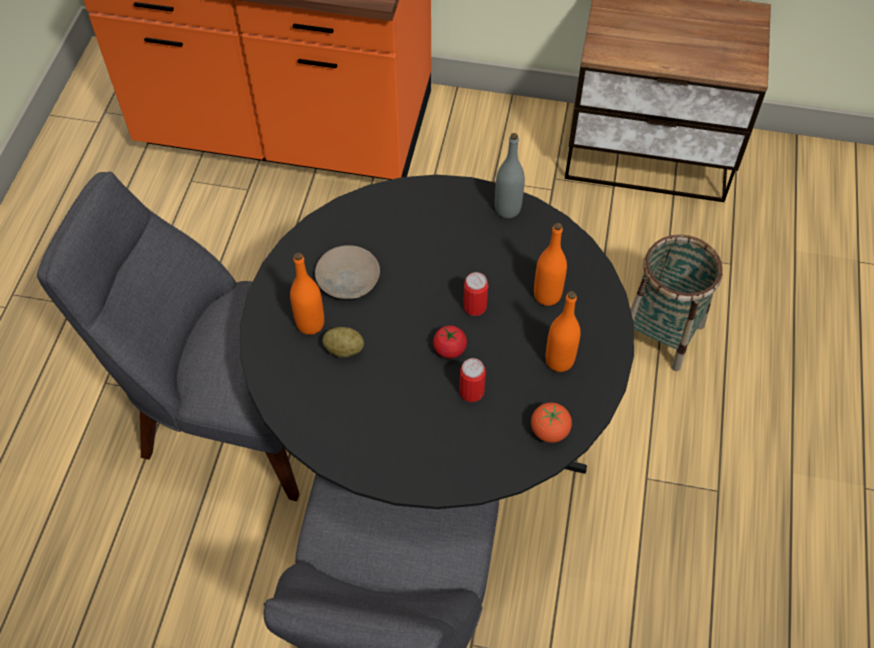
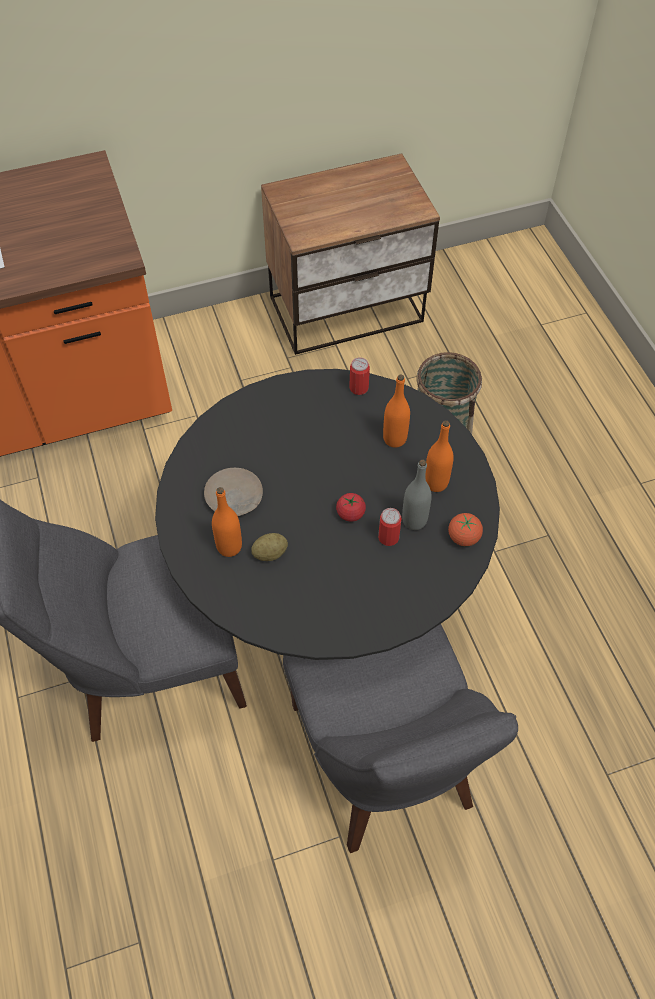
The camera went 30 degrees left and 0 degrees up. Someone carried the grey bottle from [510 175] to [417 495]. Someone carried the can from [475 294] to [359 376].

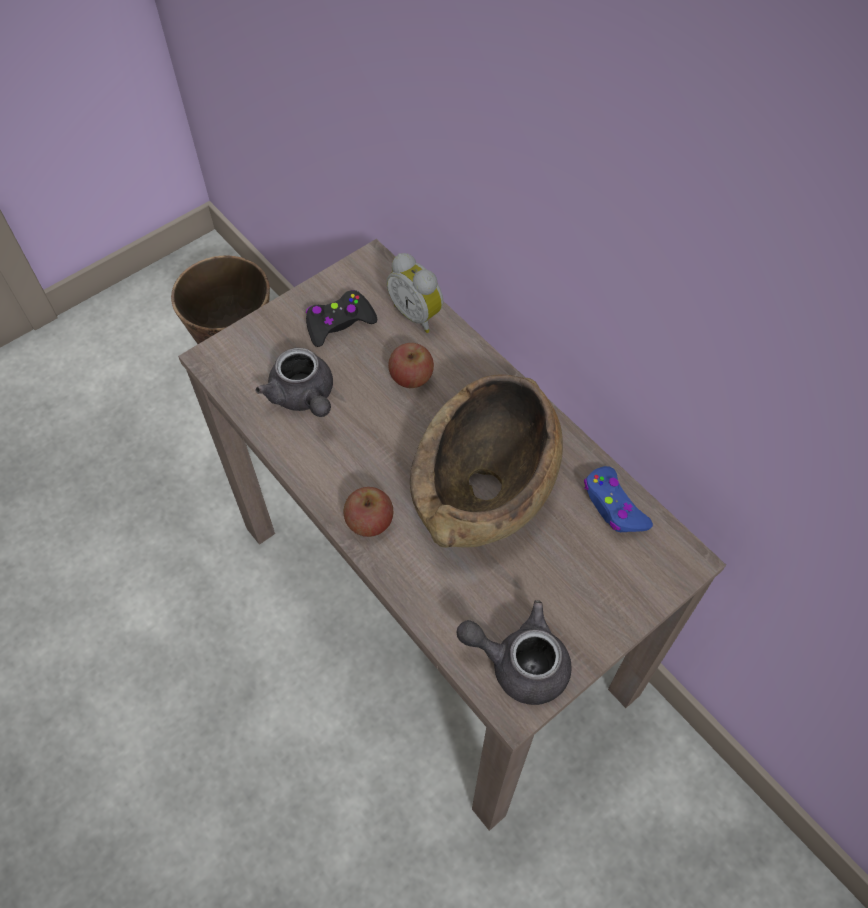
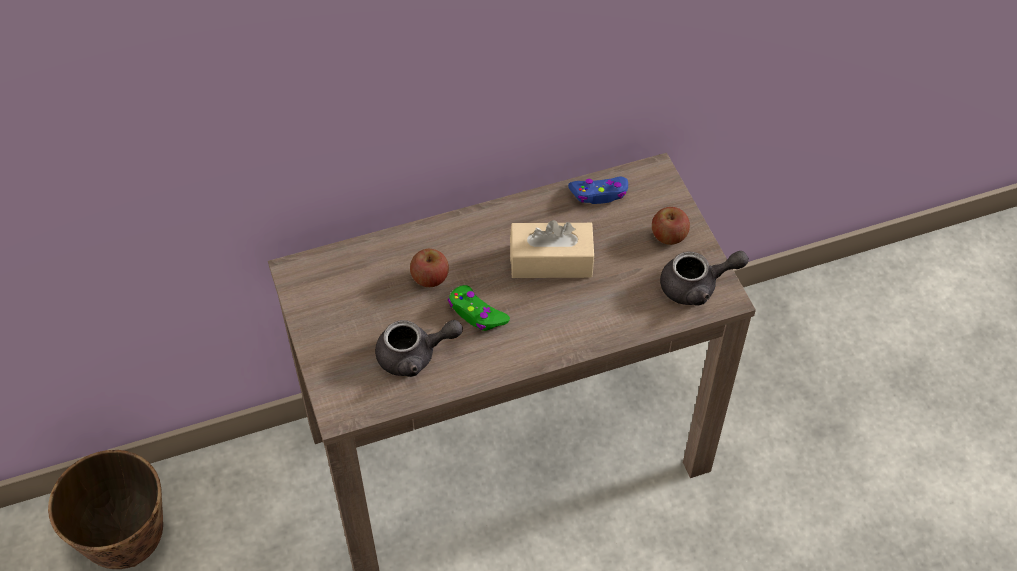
The camera went 70 degrees left and 5 degrees down. Someone took away the alarm clock at [414 293]. Someone took away the black game controller at [341 318]. Someone swapped the brown bowl at [486 461] for the beige tissue box at [552 249]. Someone carried the apple from [369 512] to [671 226]. Someone rotated the grey teapot at [514 652] by 135 degrees counterclockwise. Someone put down the green game controller at [479 308].

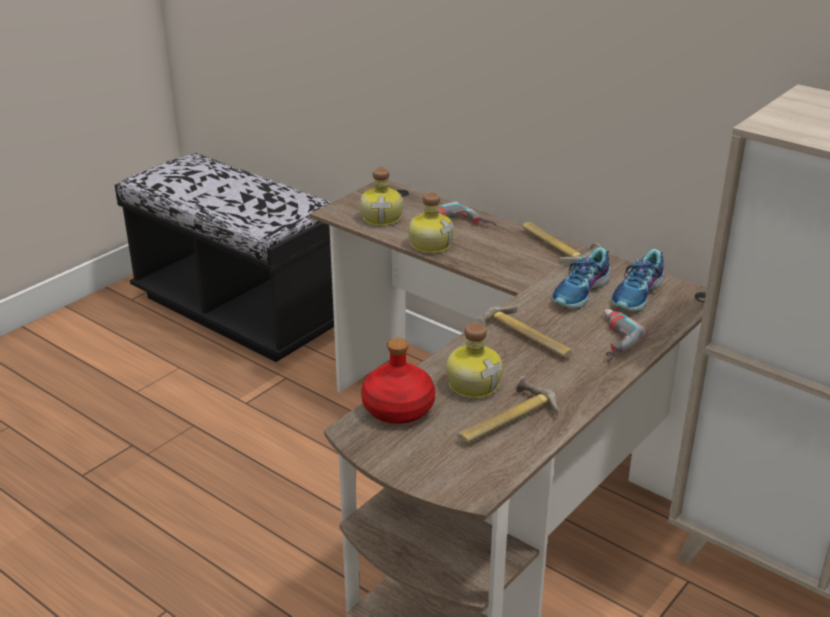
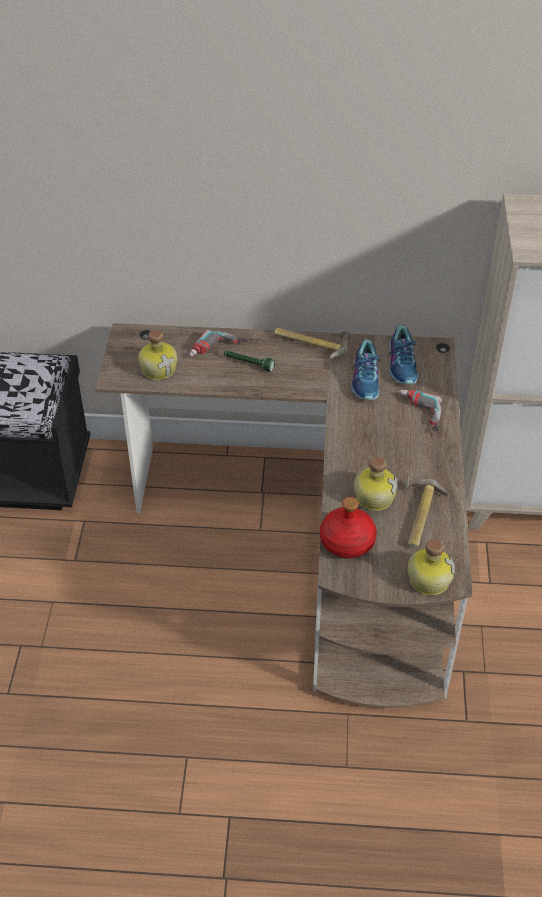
The camera went 35 degrees left and 15 degrees up. Someone carried the bottle from [431 222] to [431 567]. Someone took away the hammer at [522 332]. Someone put down the green flashlight at [249 361].

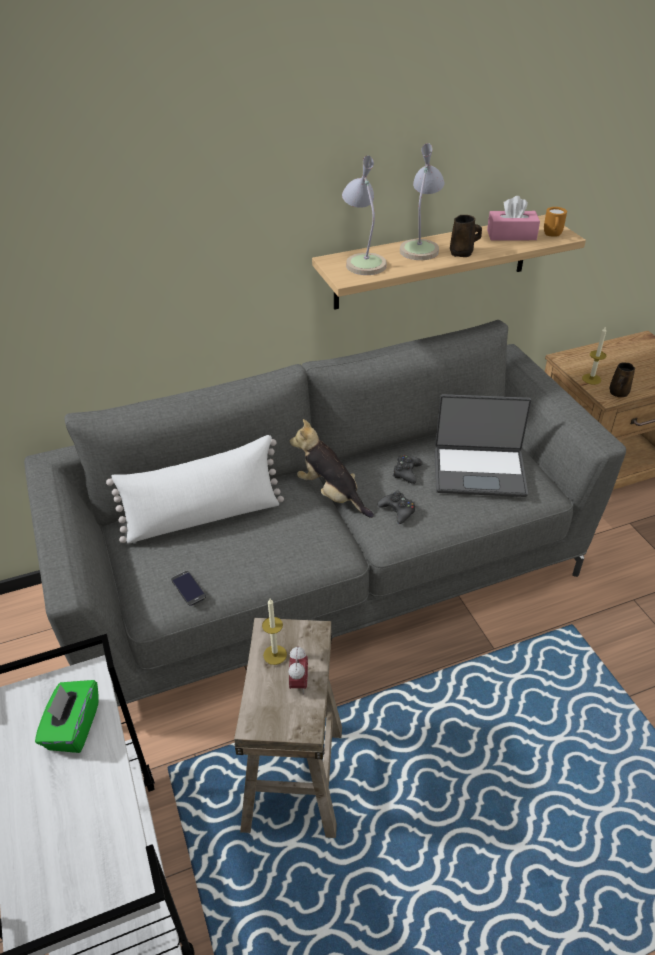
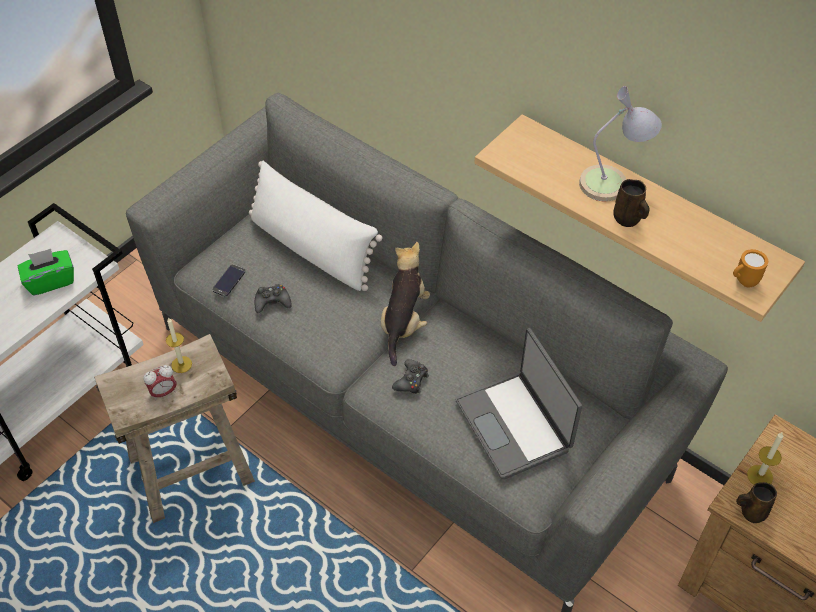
The camera went 60 degrees right and 10 degrees up. Someone took away the table lamp at [364 215]. Someone took away the pink tissue box at [513 218]. Someone carried the black game controller from [407 469] to [273 298].

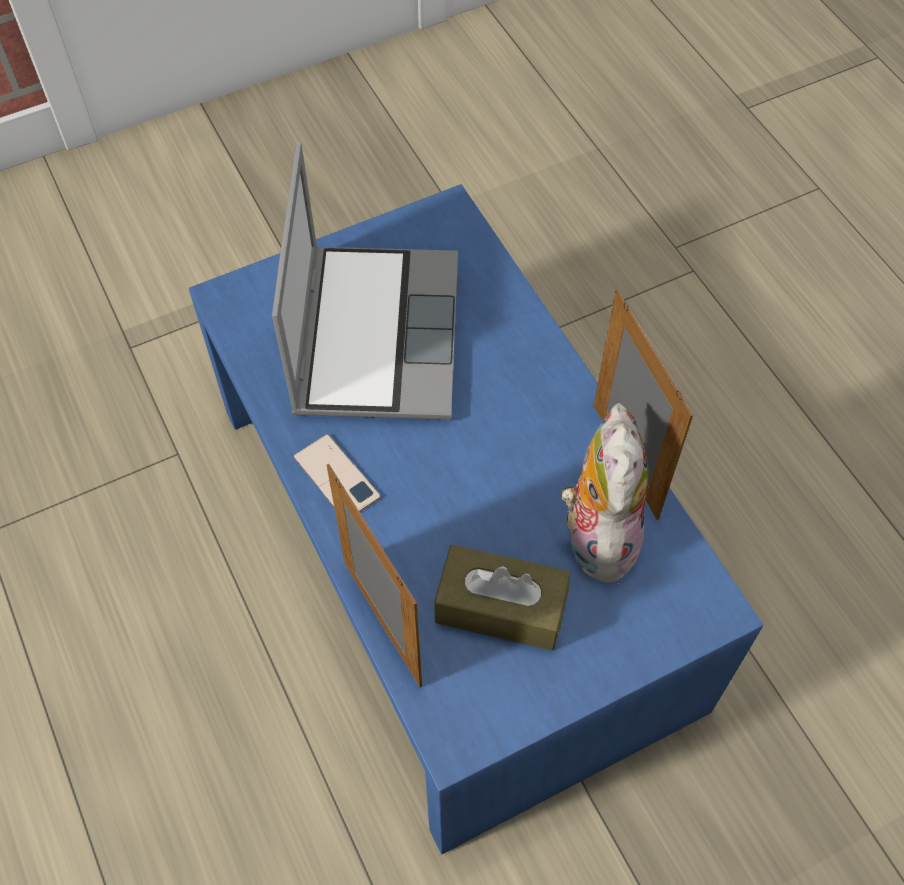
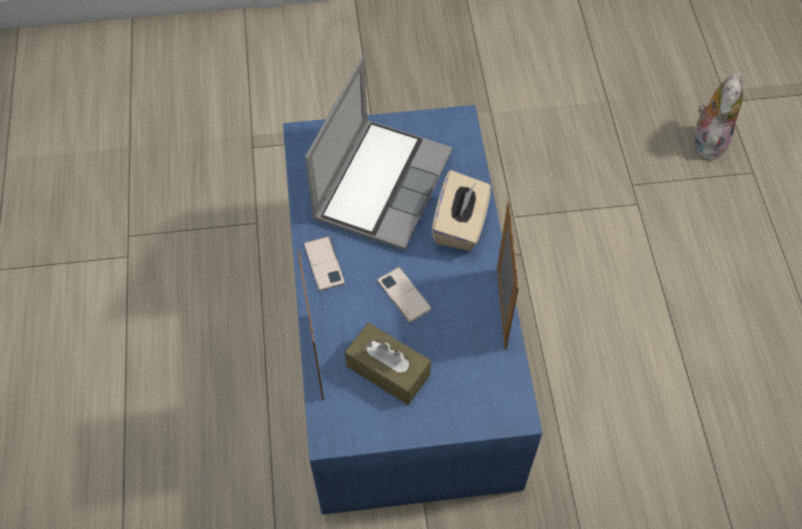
The camera went 20 degrees right and 0 degrees up. Someone carried the plush toy from [605 494] to [719 117]. Someone put down the beige tissue box at [461 210]. Someone put down the phone at [404 295].

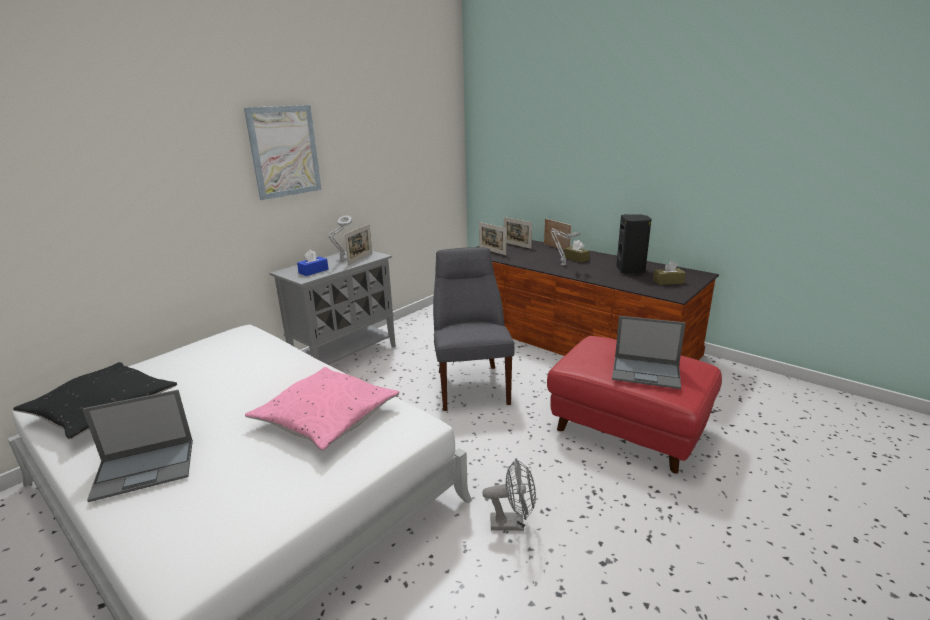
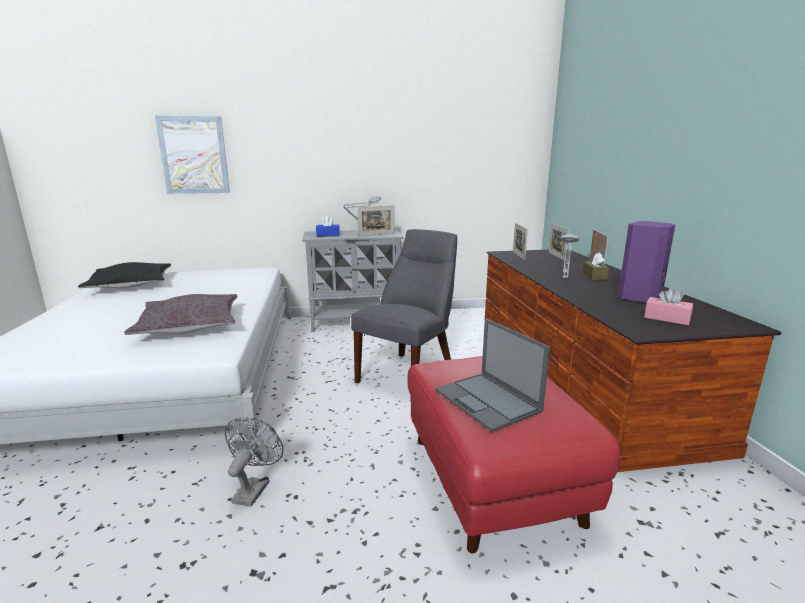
The camera went 40 degrees right and 5 degrees down. Someone carried the picture from [282 152] to [192 155]. Someone repainted the black speaker at [633 244], which became the purple speaker at [646 262]. Someone repainted the brown tissue box at [669 273], which became the pink tissue box at [668 306]. Someone repainted the pink pillow at [322 409], which became the grey pillow at [181 314]. Someone took away the laptop at [137 446]. Someone rotated the grey fan at [509 495] by 120 degrees counterclockwise.

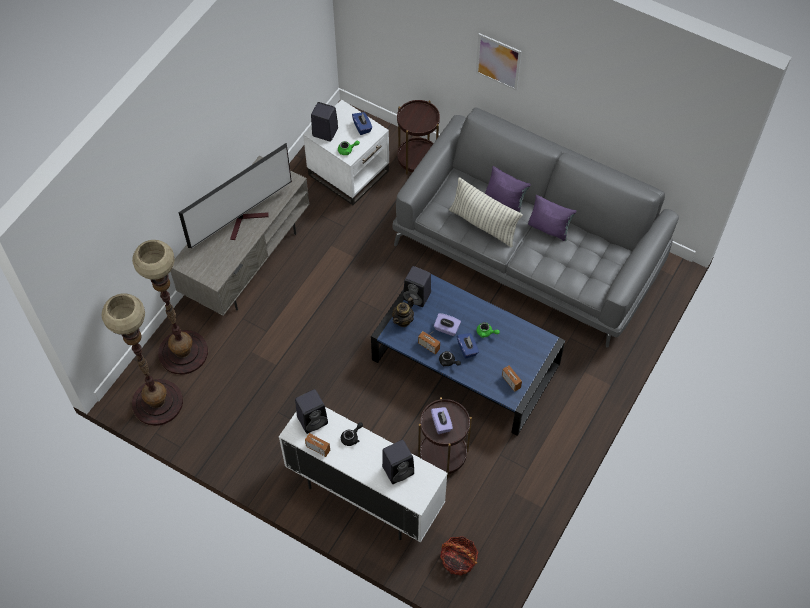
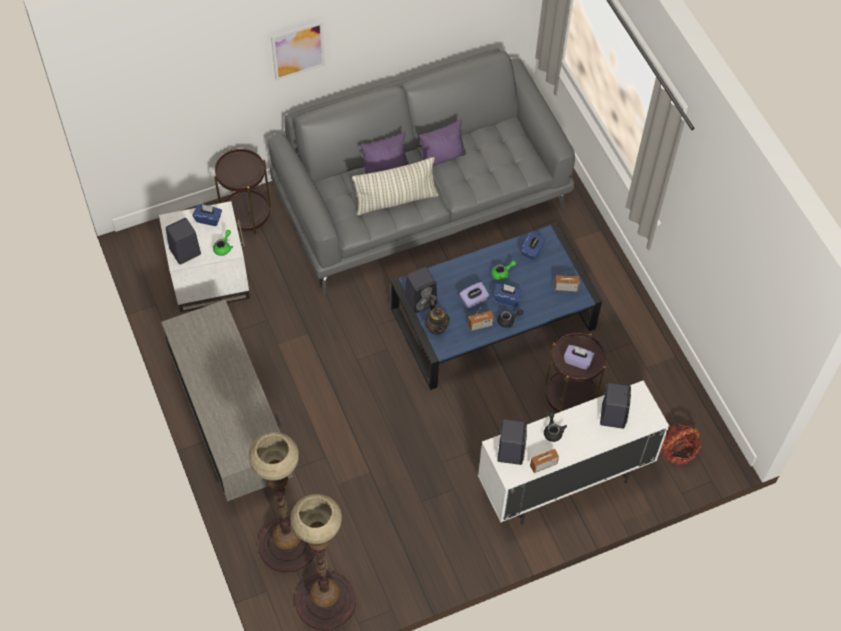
The camera went 55 degrees left and 0 degrees up. Someone took away the television at [235 195]. Someone put down the blue tissue box at [533 245].

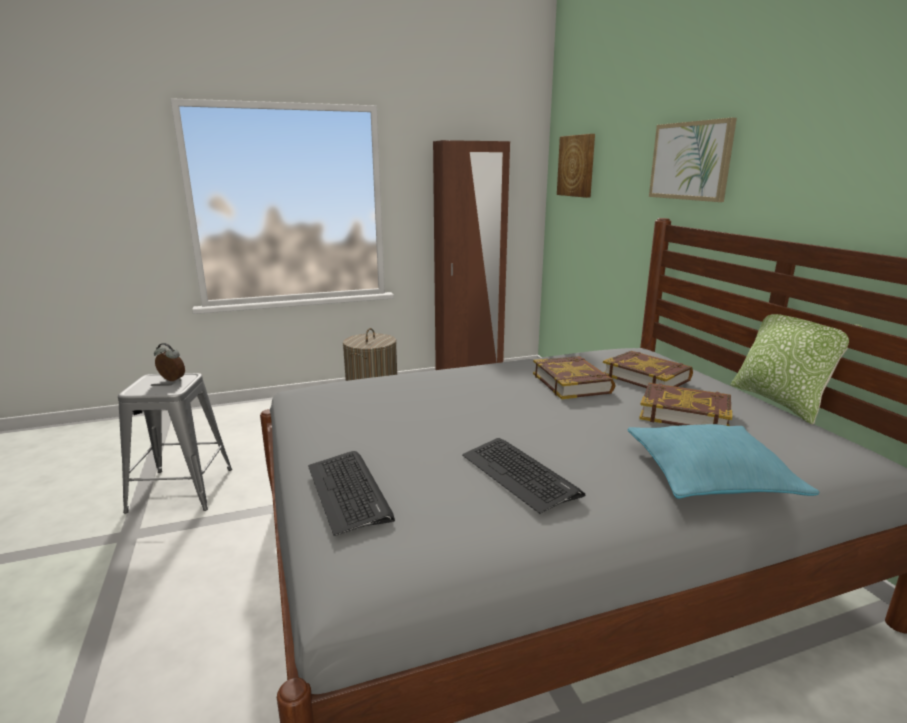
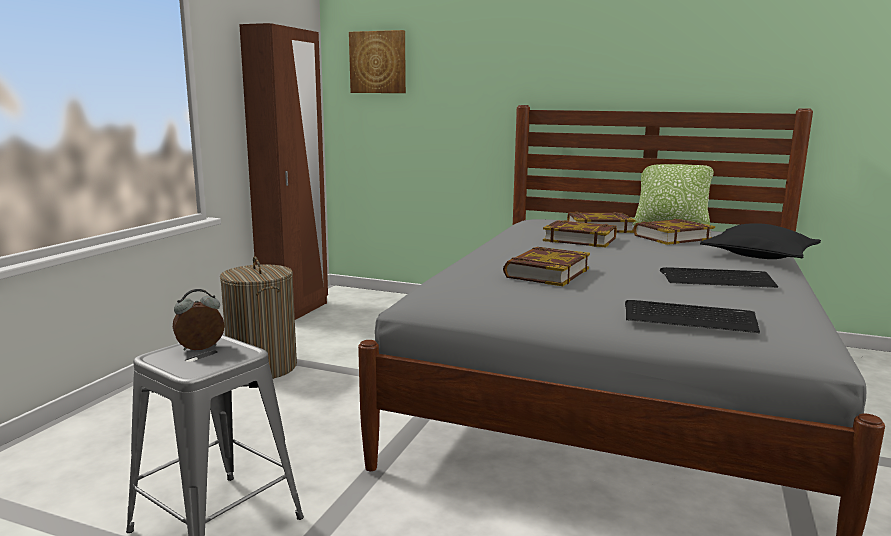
The camera went 50 degrees left and 5 degrees down. Someone took away the picture at [693 160]. Someone repainted the turquoise pillow at [724 461], which became the black pillow at [760 241]. Someone put down the book at [546 266].

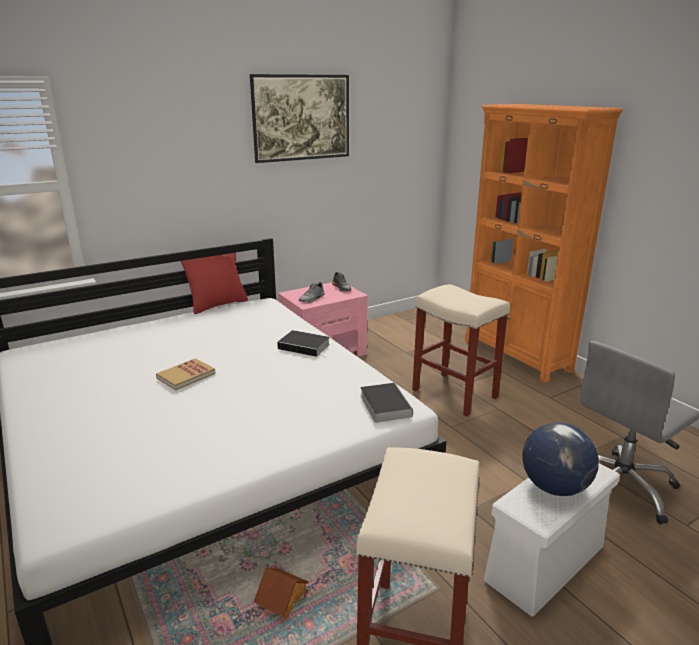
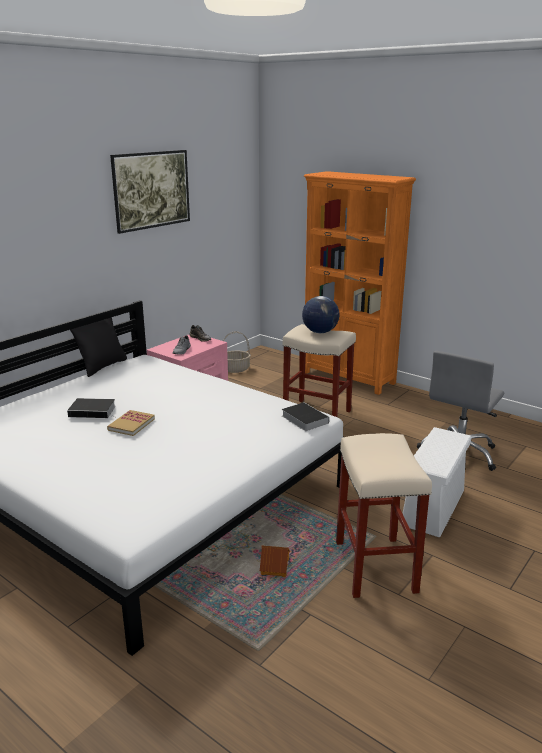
The camera went 20 degrees left and 0 degrees up. Someone repainted the red pillow at [214 283], which became the black pillow at [98 347]. Someone carried the book from [303 343] to [91 408]. Someone carried the globe from [560 459] to [321 314]. Someone put down the basket at [237 352].

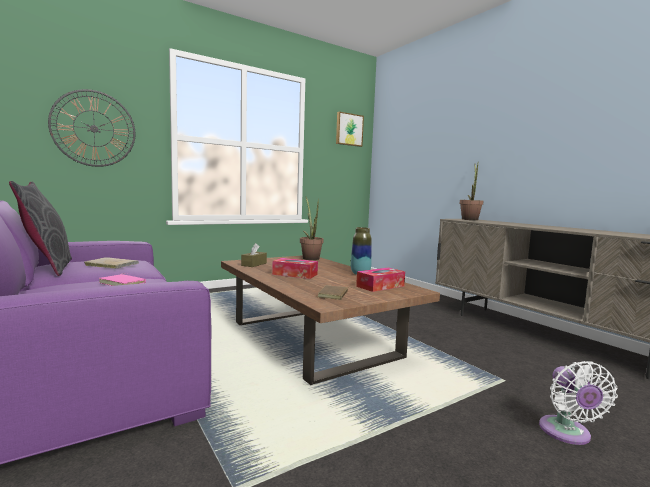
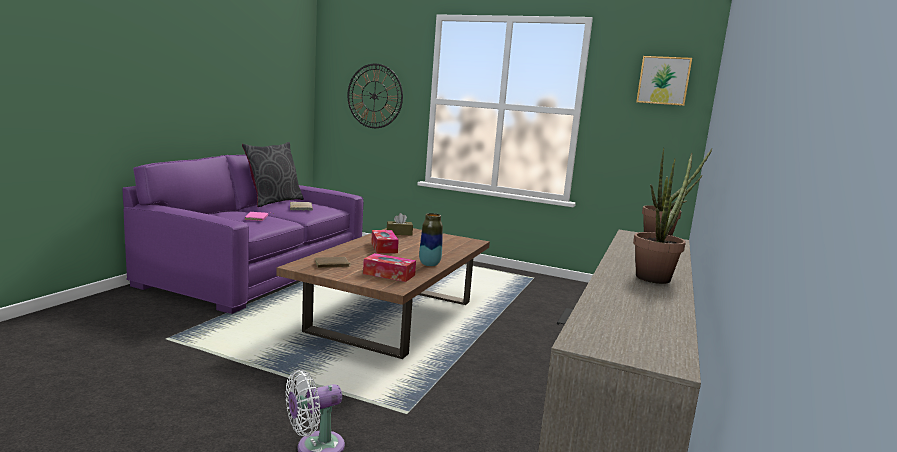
The camera went 55 degrees right and 5 degrees up. Someone carried the potted plant from [312 228] to [662 218].

